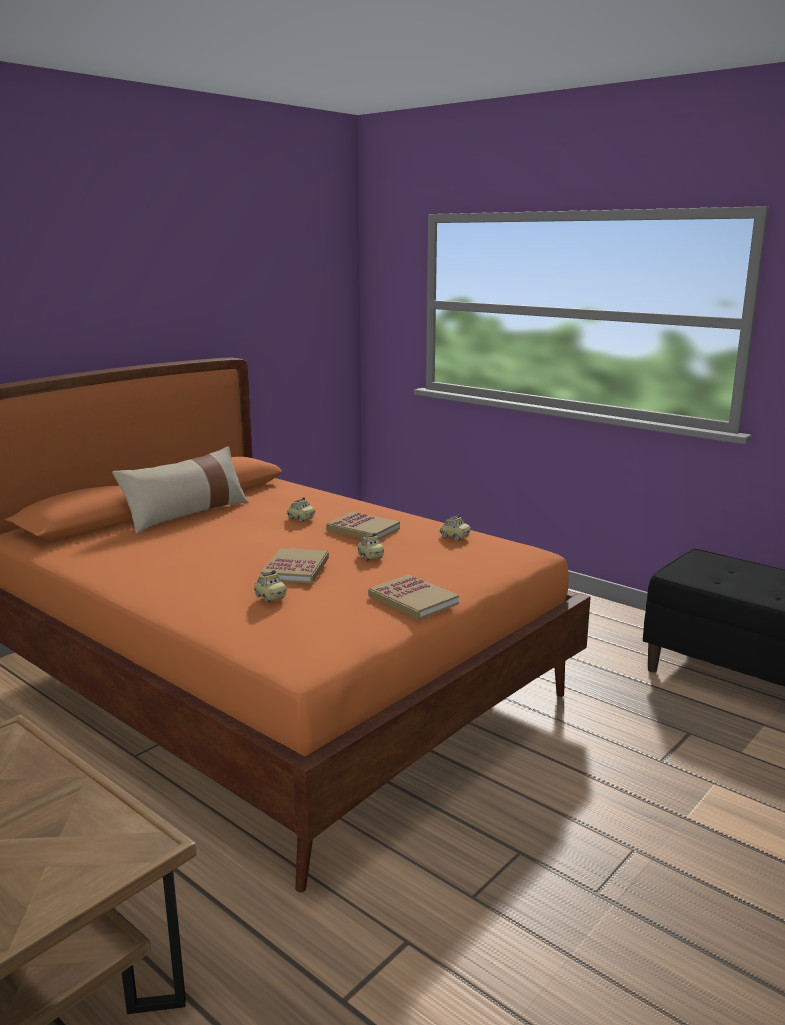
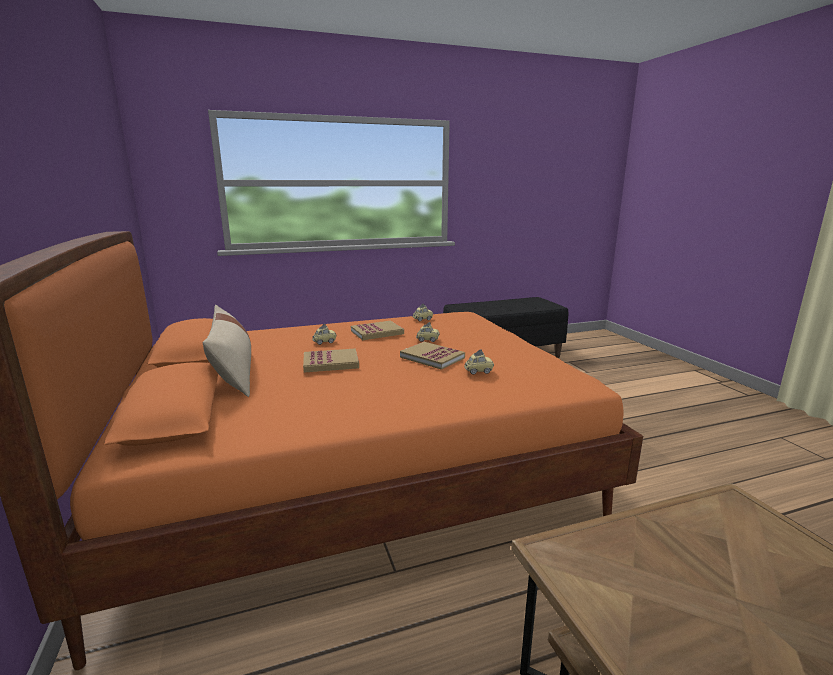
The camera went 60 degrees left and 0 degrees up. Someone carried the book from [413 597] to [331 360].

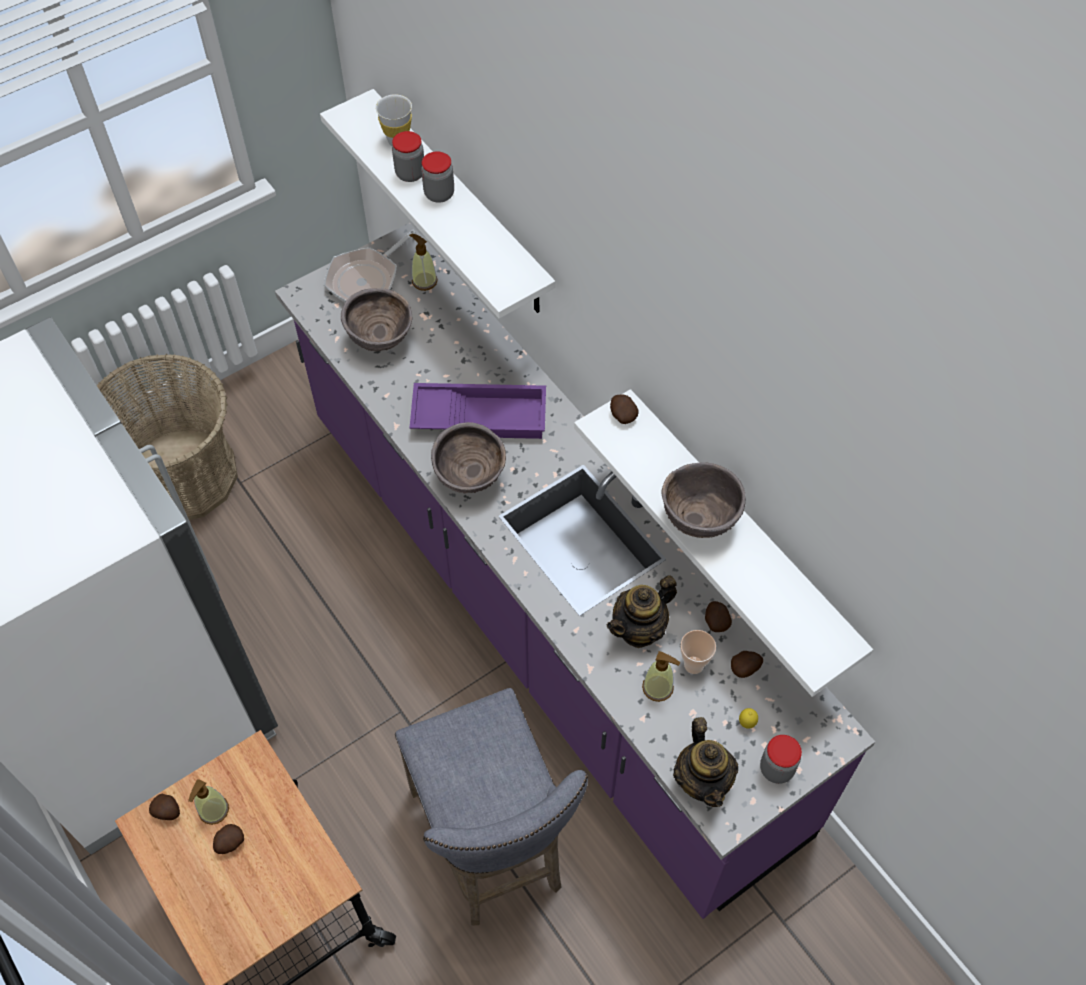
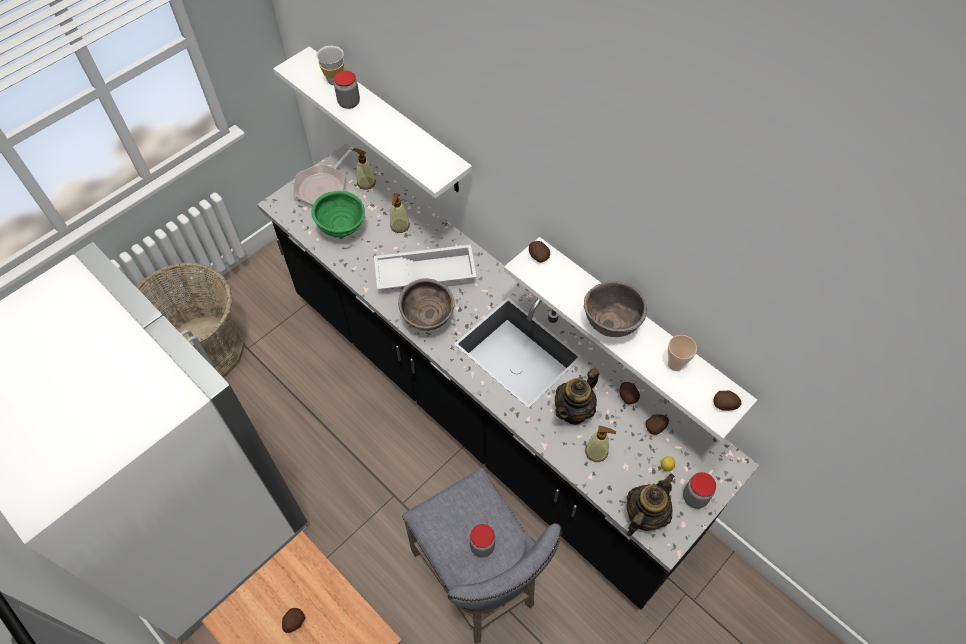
The camera went 10 degrees left and 0 degrees up. Someone carried the jar from [437 177] to [482 540]. Someone repainted the purple counter at [575 571], which became the black counter at [508 376]. Someone repainted the brown bowl at [377 320], which became the green bowl at [338 214]. Someone repainted the purple tray at [478 411], which became the white tray at [425 267]. Someone carried the cup from [698 652] to [682 353]. Someone rotated the teapot at [705 762] by 120 degrees counterclockwise. Someone carried the soap dispenser from [208 802] to [400 213]. Someone carried the potato from [164 807] to [727 400].

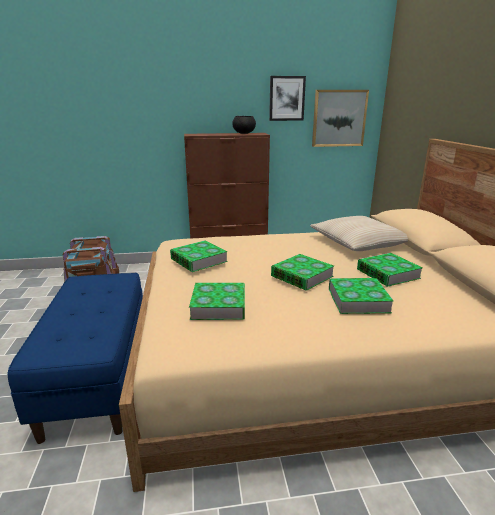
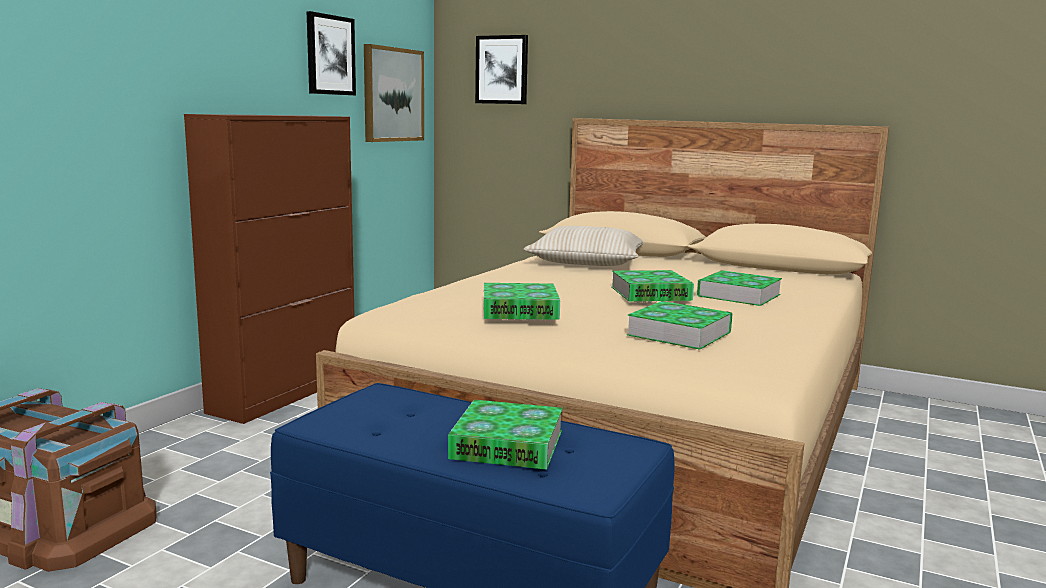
The camera went 55 degrees left and 10 degrees down. Someone took away the black bowl at [244 125]. Someone carried the book from [390 270] to [505 435]. Someone put up the picture at [501 69].

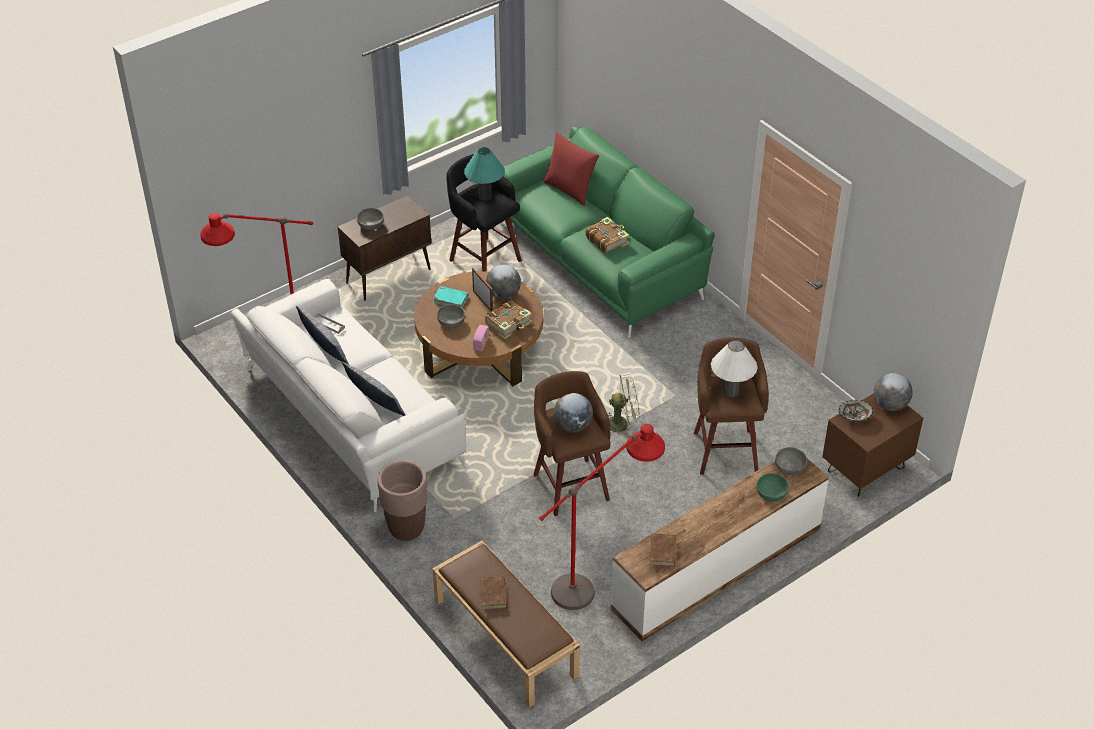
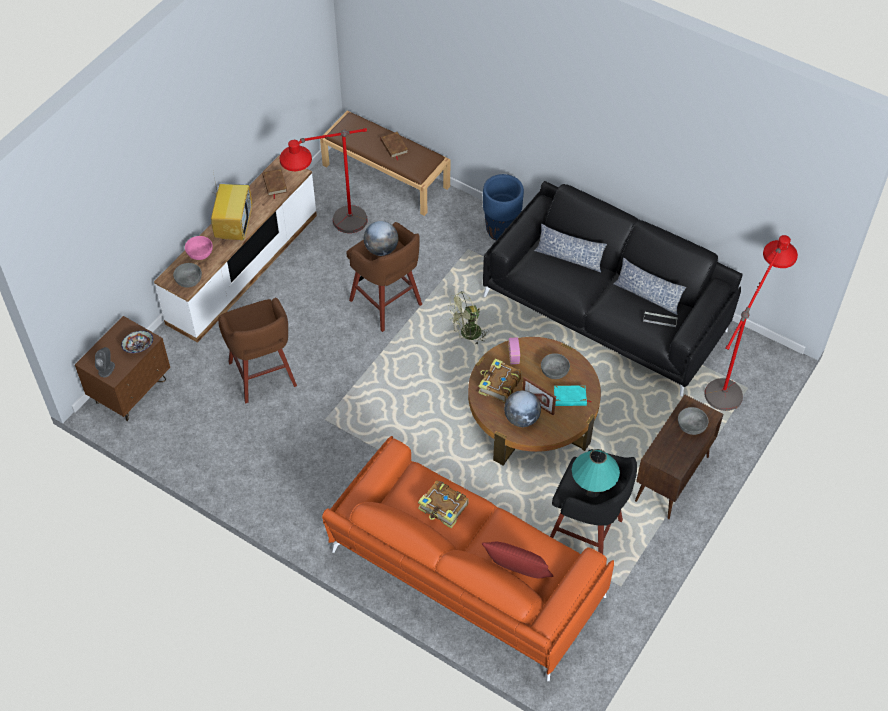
The camera went 160 degrees right and 10 degrees up. Someone repainted the green sofa at [609 232], which became the orange sofa at [468 558]. Someone repainted the white sofa at [348 395], which became the black sofa at [612 288]. Someone took away the white table lamp at [734 368]. Someone swapped the globe at [893 392] for the grey speaker at [105 362]. Someone carried the green fan from [623 406] to [468 317]. Someone repainted the brown planter at [402 500], which became the blue planter at [503 207]. Someone repainted the green bowl at [772 487], which became the pink bowl at [199 248]. Someone put down the television at [231 206].

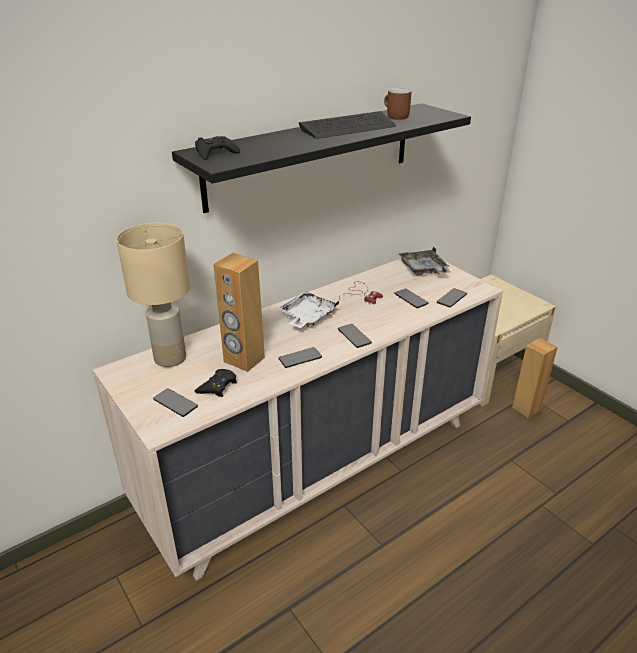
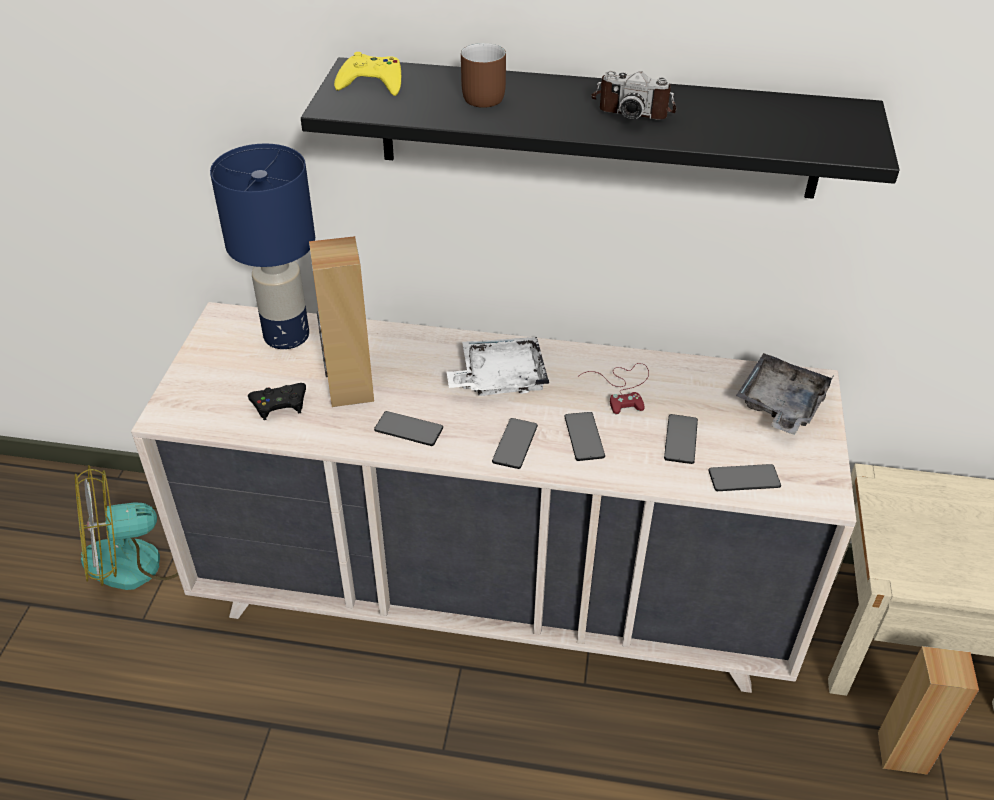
The camera went 45 degrees right and 10 degrees up. Someone carried the brown mug from [398 104] to [483 75]. Someone swapped the keyboard at [347 125] for the photo camera at [633 95]. Someone repainted the black game controller at [217 148], which became the yellow game controller at [367 74]. Someone repainted the beige table lamp at [153 295], which became the blue table lamp at [262 246]. Someone carried the phone from [175 402] to [584 436]. Someone put down the fan at [127 527].

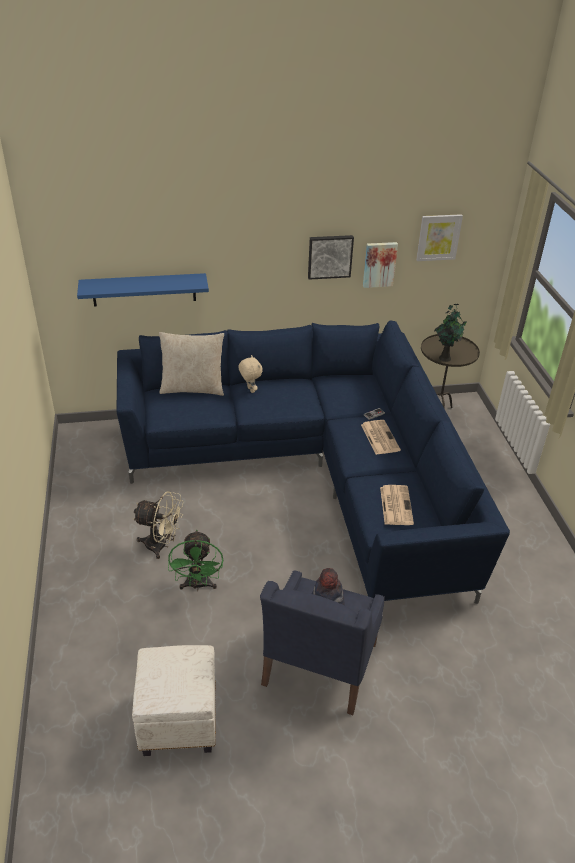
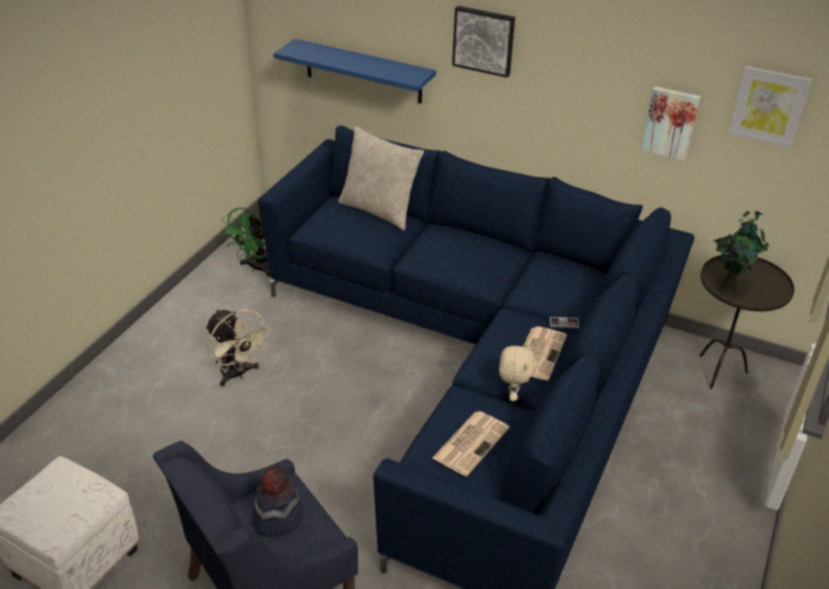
The camera went 35 degrees right and 0 degrees up. Someone carried the picture from [331 257] to [483 42]. Someone carried the beige plush toy from [251 374] to [517 372]. Someone carried the green fan from [195 560] to [245 242].

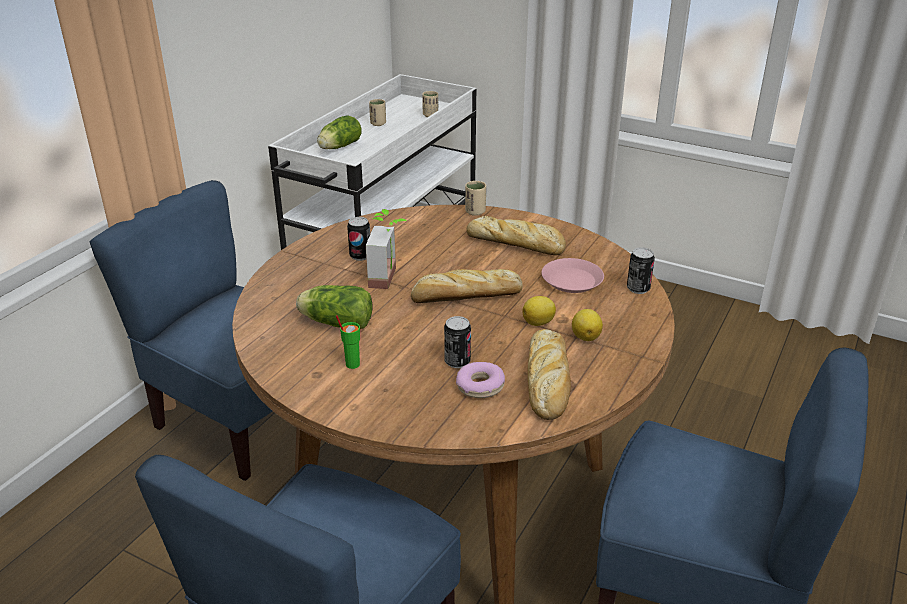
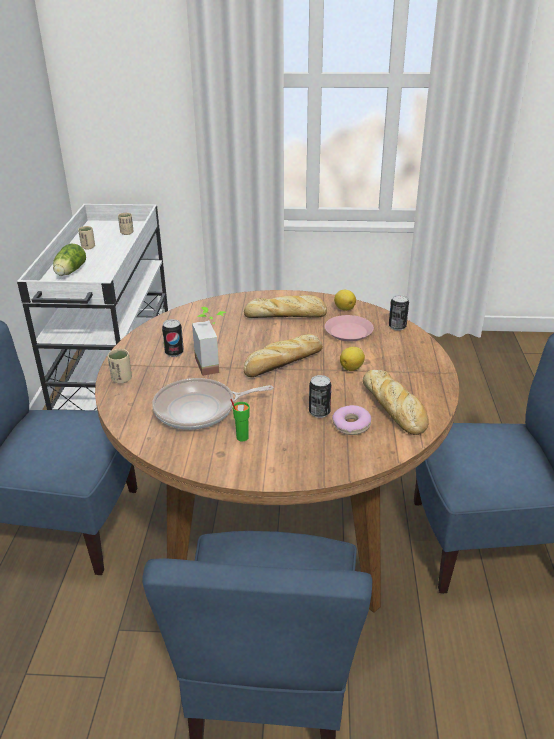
The camera went 25 degrees left and 0 degrees up. Someone carried the beige cup from [475 198] to [120 366]. Someone swapped the lettuce at [334 307] for the frying pan at [212 404]. Someone carried the lemon from [587 325] to [345 300].

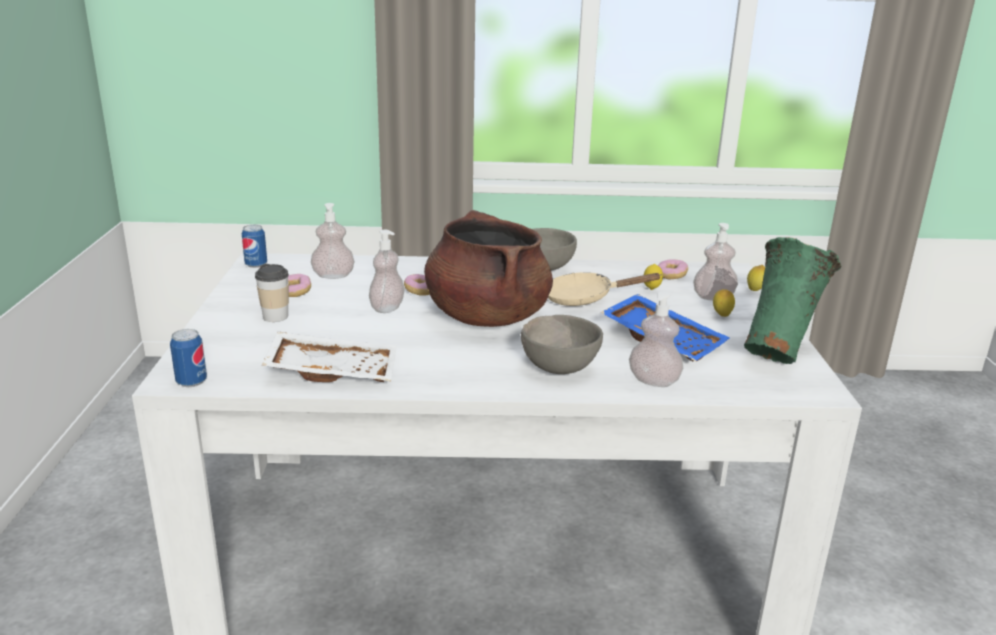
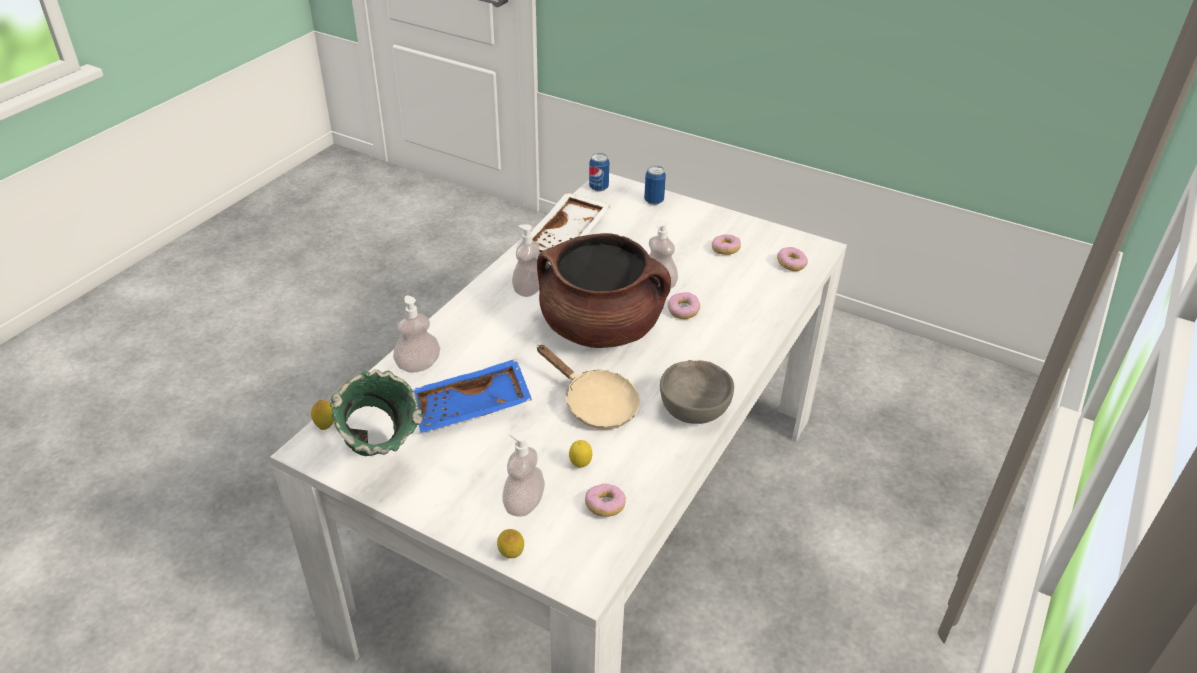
The camera went 120 degrees right and 15 degrees up. Someone carried the soap dispenser from [333 241] to [526 260]. Someone carried the can from [254 246] to [655 185]. Someone took away the cup at [272 293]. Someone rotated the beige frying pan at [605 289] by 105 degrees clockwise. Someone carried the lemon from [724 303] to [322 415]. Someone took away the grey bowl at [562 344]. Someone put down the donut at [792 259].

